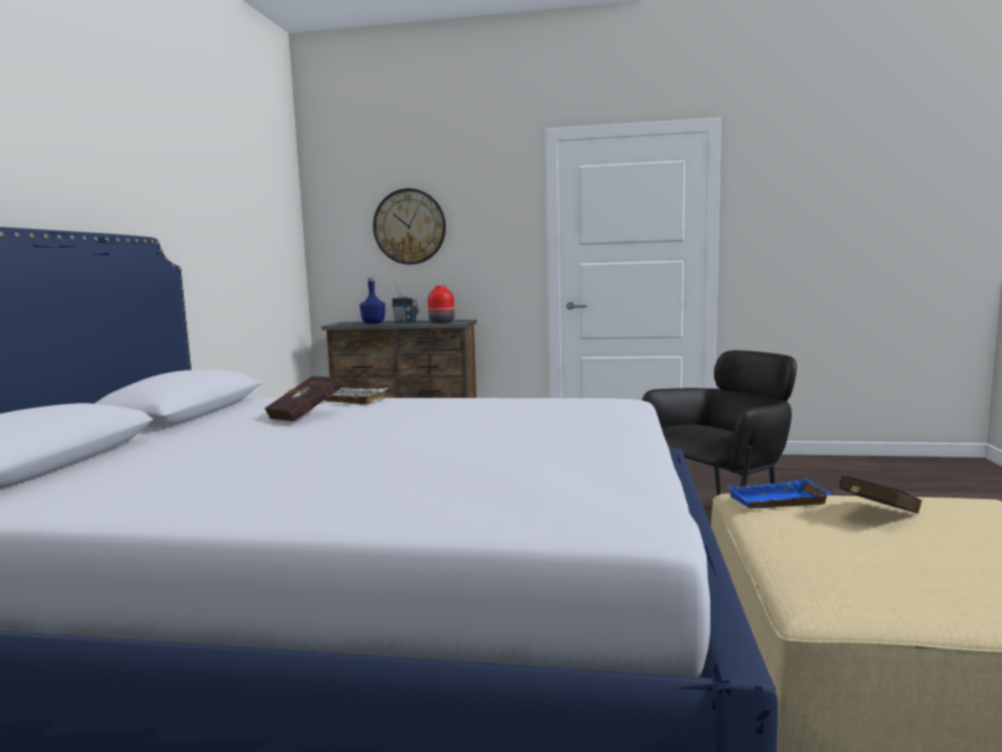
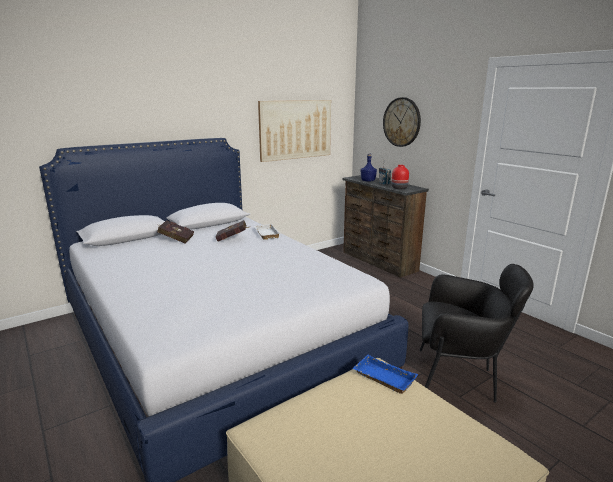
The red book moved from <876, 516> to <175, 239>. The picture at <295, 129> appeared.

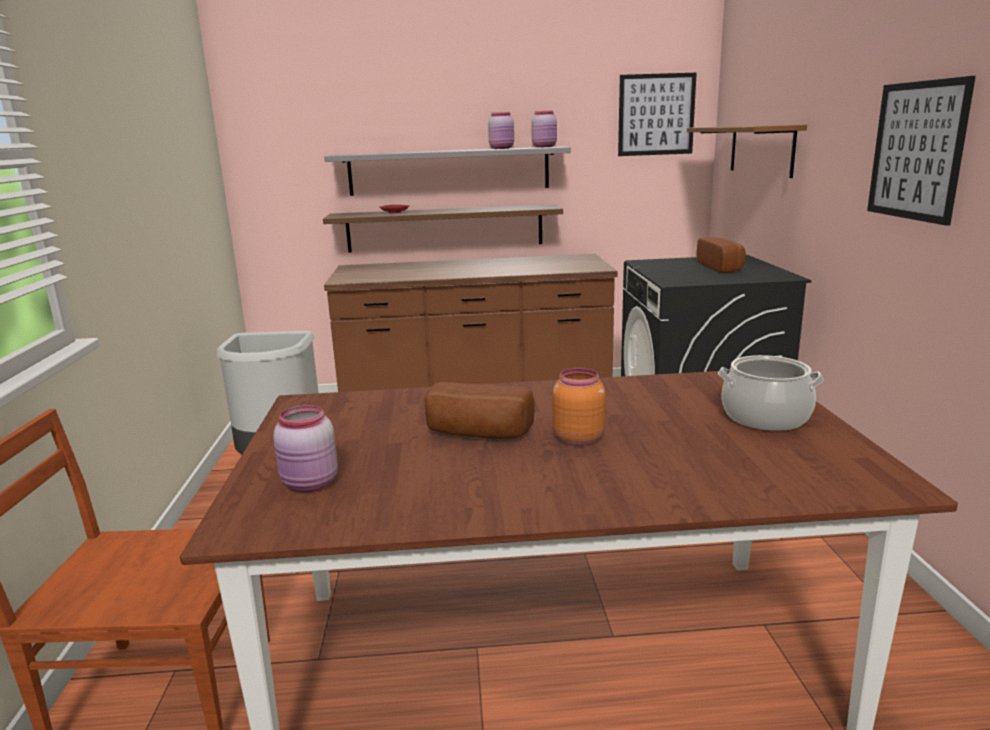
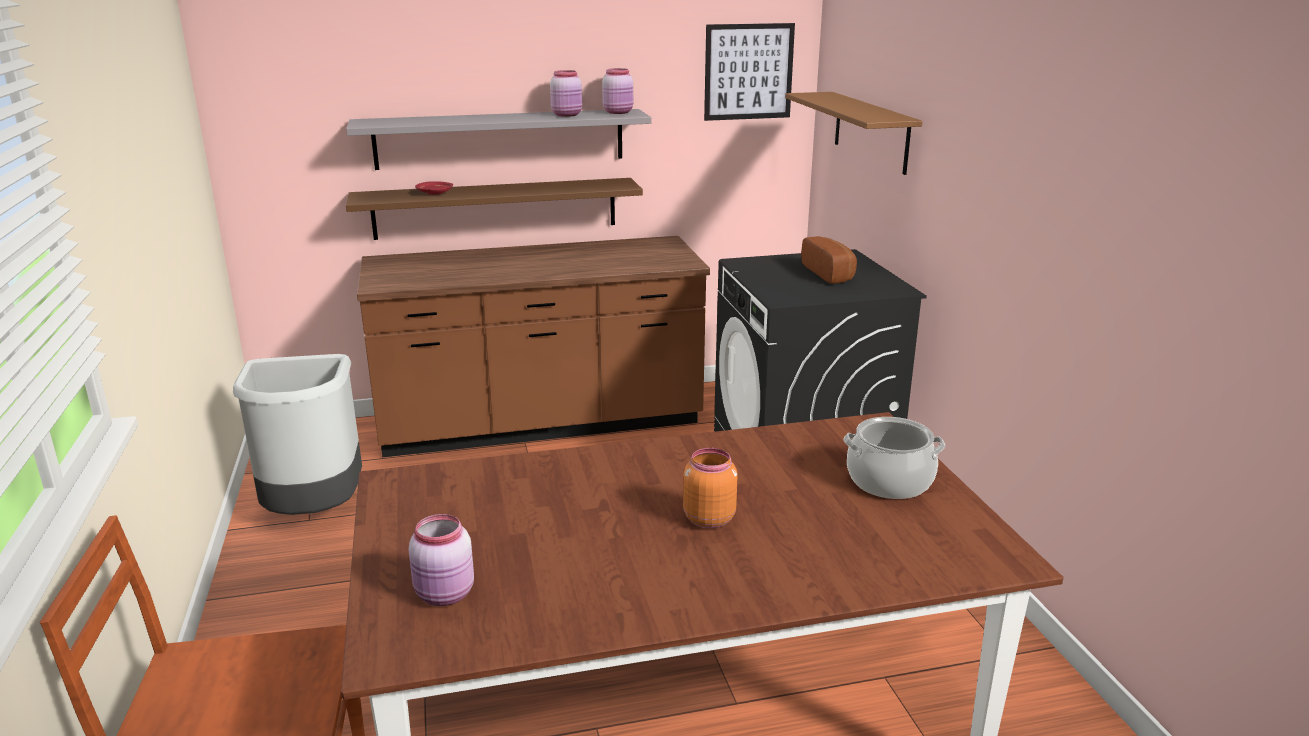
The picture at <916, 151> disappeared. The bread at <476, 434> disappeared.

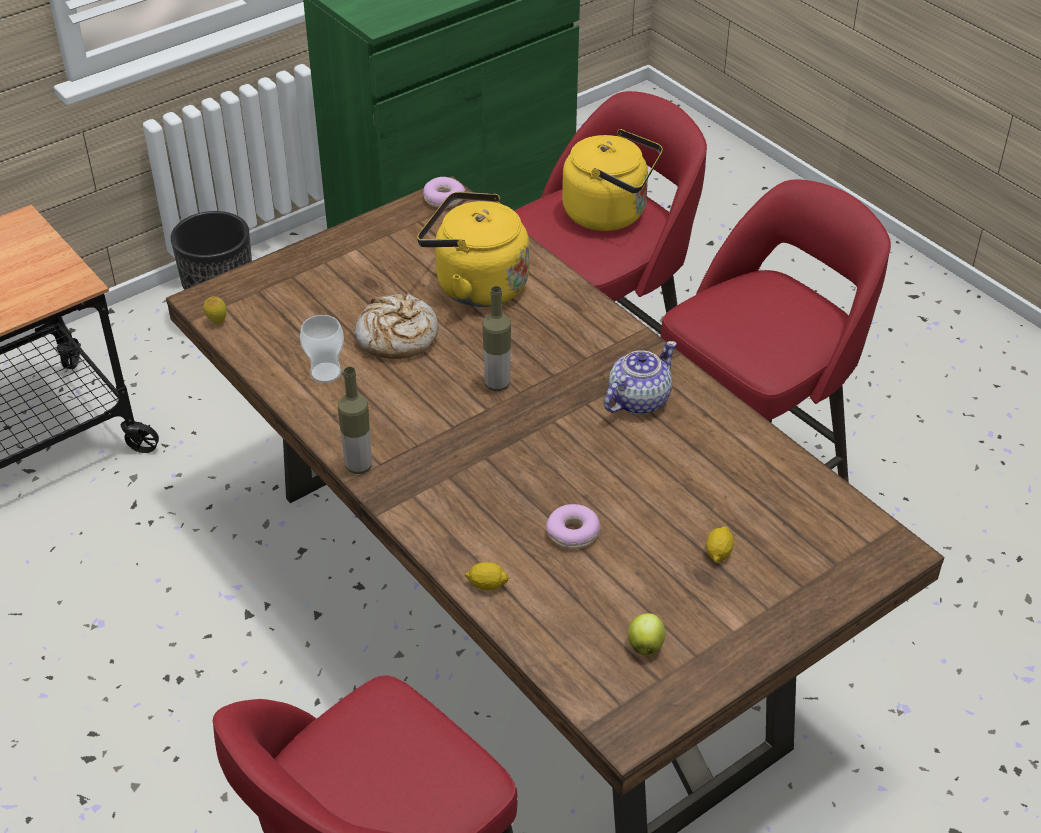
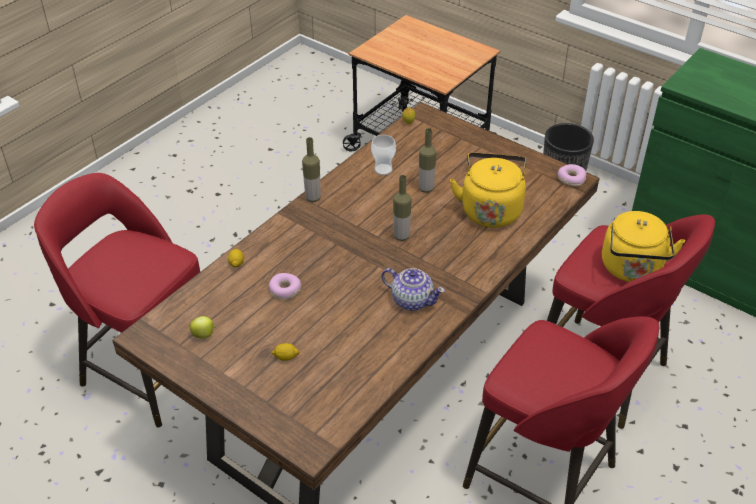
The bread at <397, 337> was replaced by the bottle at <426, 188>.

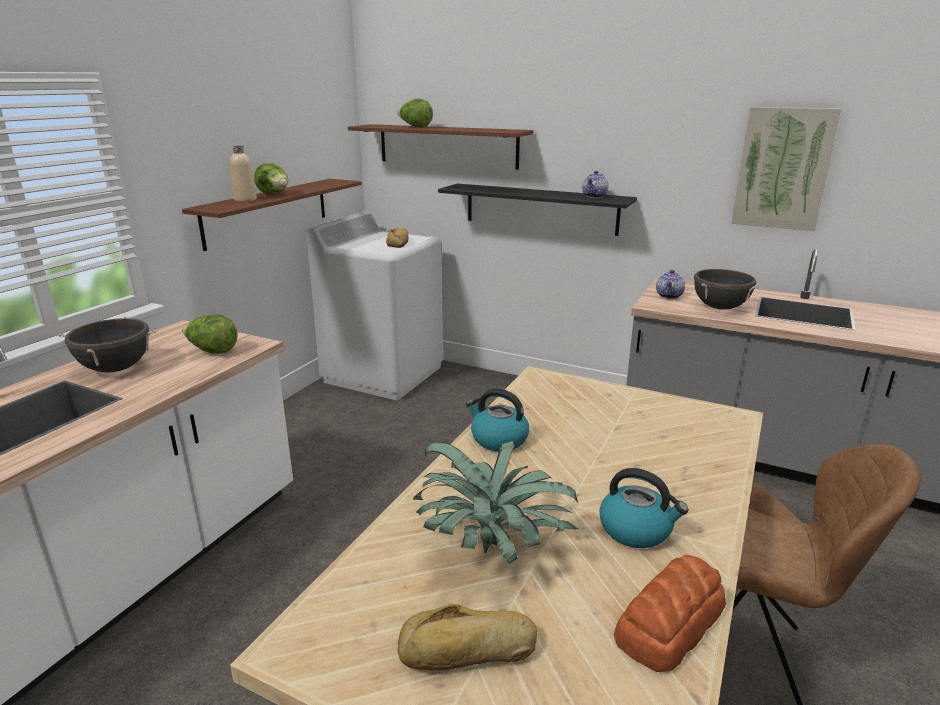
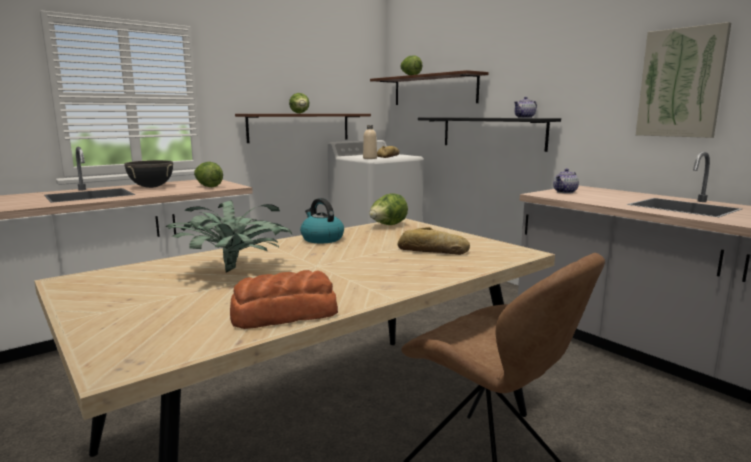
The beige bottle moved from <245, 200> to <370, 158>. The black cooking pot at <719, 308> disappeared. The kettle at <636, 529> disappeared. The bread moved from <468, 651> to <432, 250>. The lettuce at <387, 226> appeared.

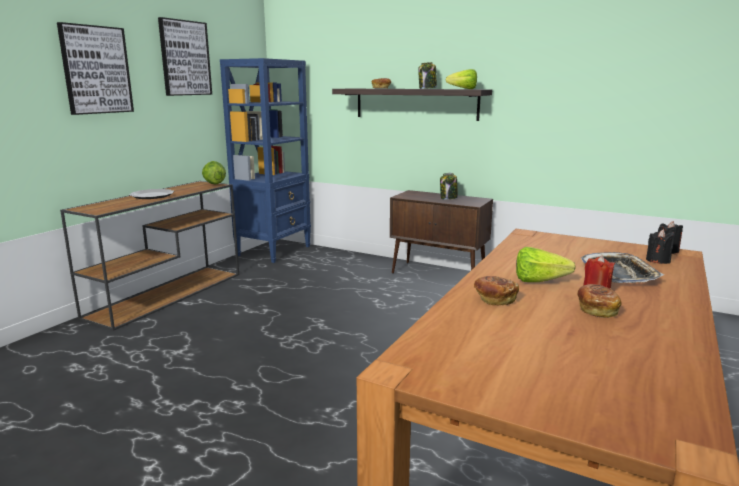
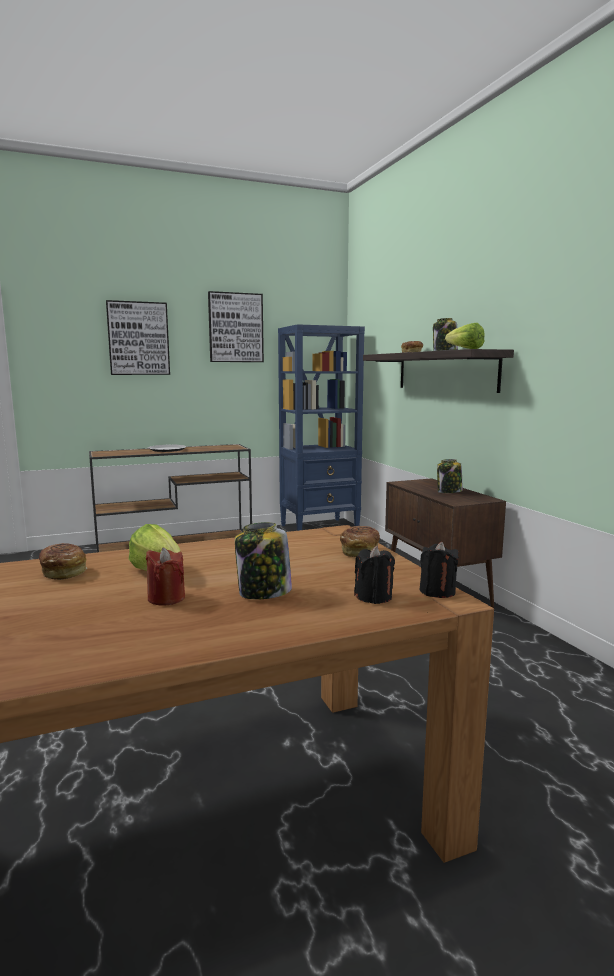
The lettuce at <214, 184> disappeared. The tray at <619, 274> was replaced by the jar at <264, 593>. The bread moved from <597, 310> to <360, 552>.

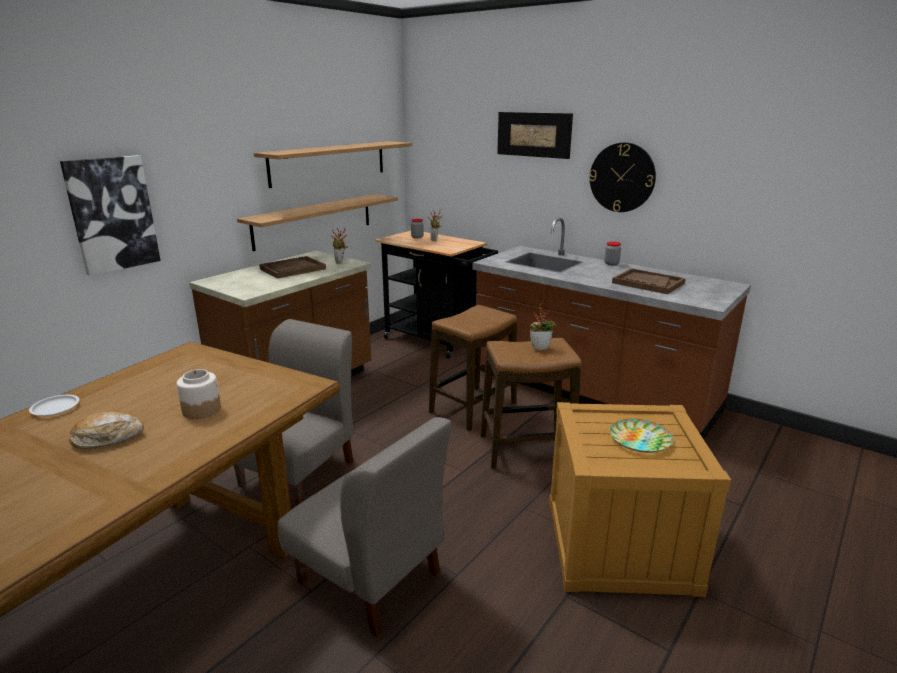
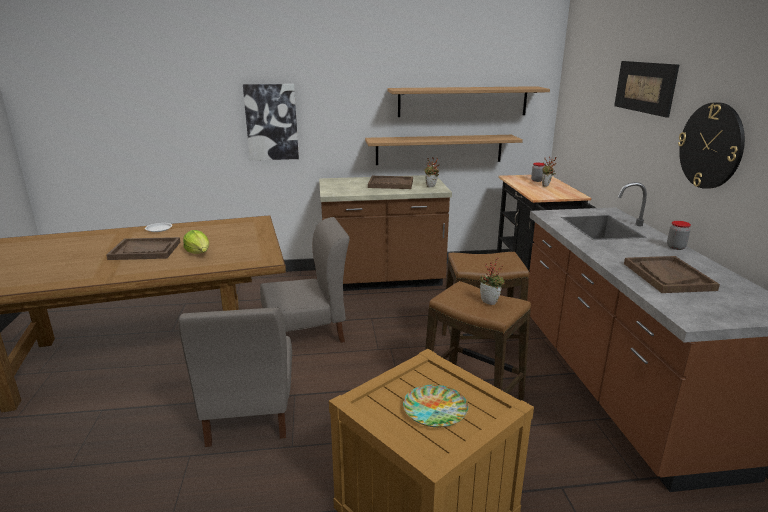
The jar at <201, 410> was replaced by the lettuce at <199, 253>. The bread at <108, 438> was replaced by the brown tray at <145, 250>.

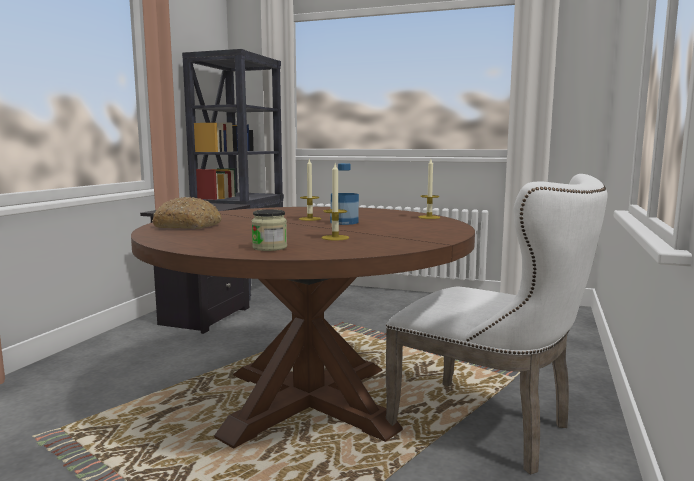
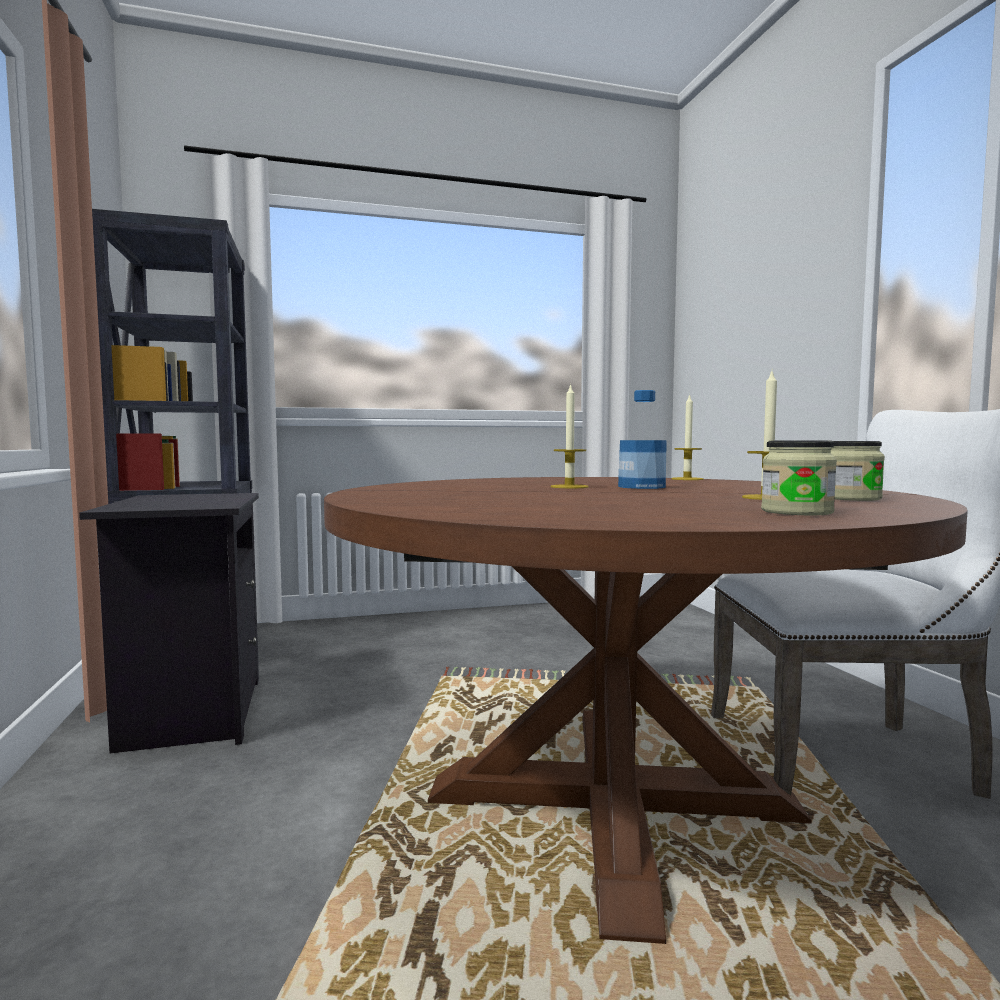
The bread at <189, 226> disappeared. The jar at <851, 498> appeared.

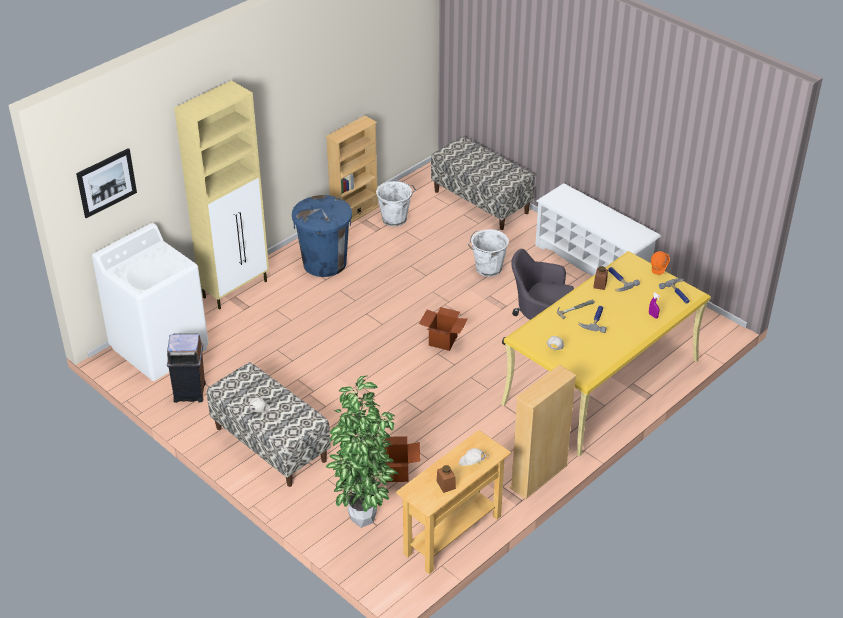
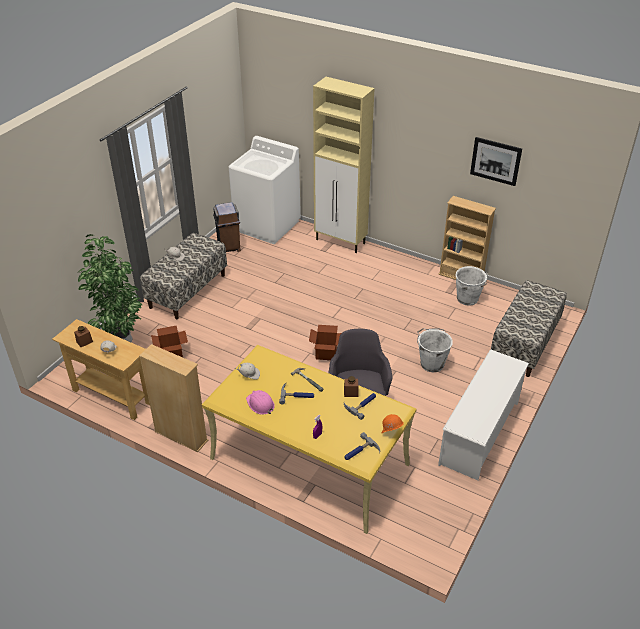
The picture moved from <106, 182> to <495, 161>. The blue trash can at <325, 263> disappeared. The pink hard hat at <260, 404> appeared.

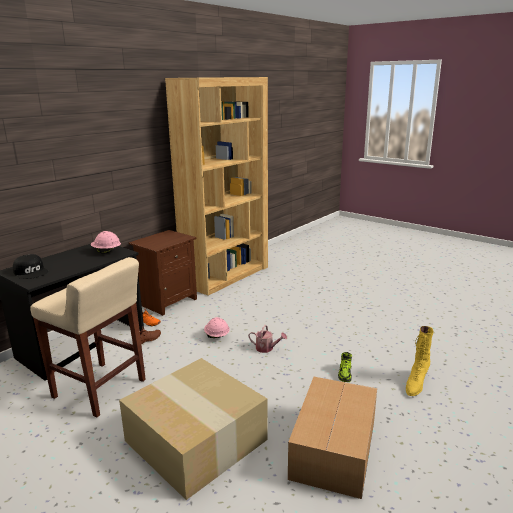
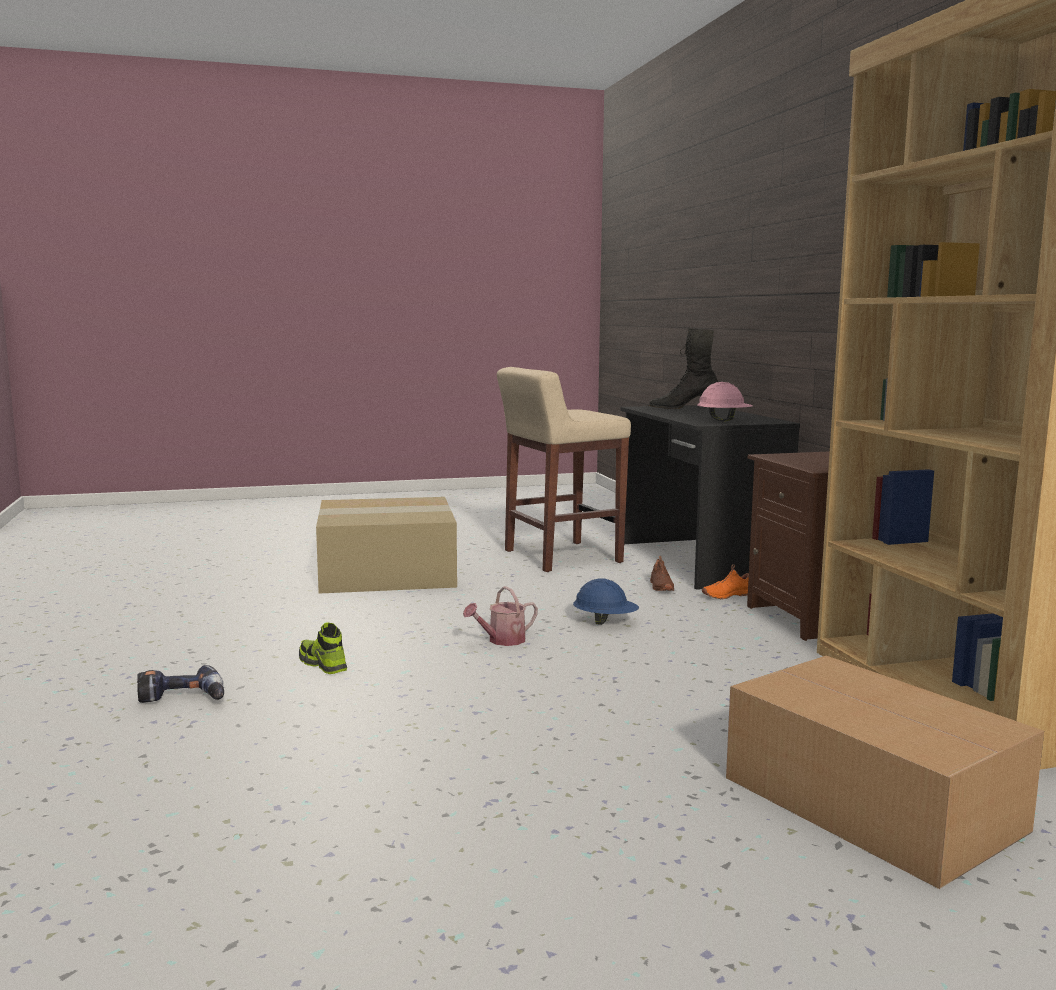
The black cap at <31, 272> was replaced by the black boot at <682, 408>. The pink hard hat at <217, 336> became the blue hard hat at <605, 622>. The yellow boot at <416, 384> was replaced by the power drill at <181, 700>. The cardboard box moved from <332, 450> to <868, 801>.

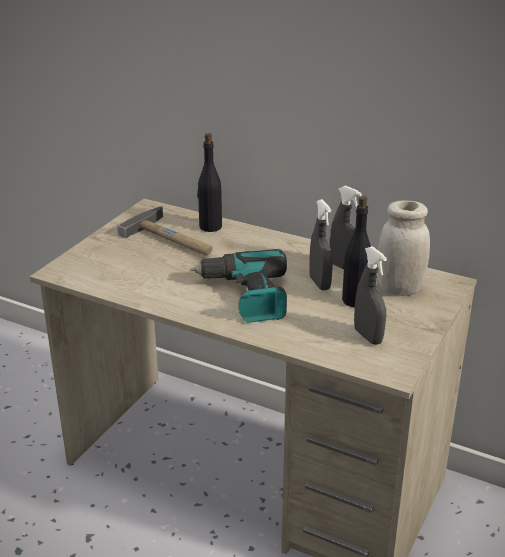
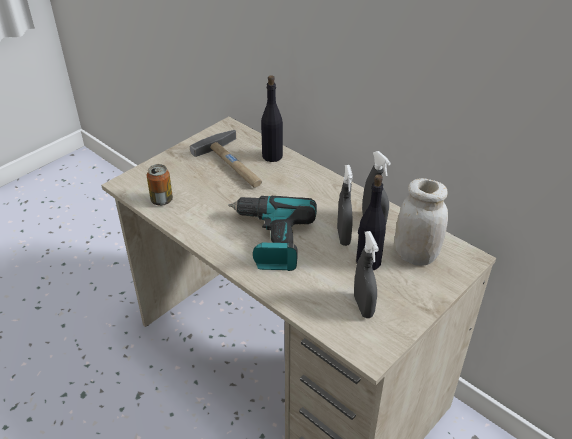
The can at <162, 200> appeared.

